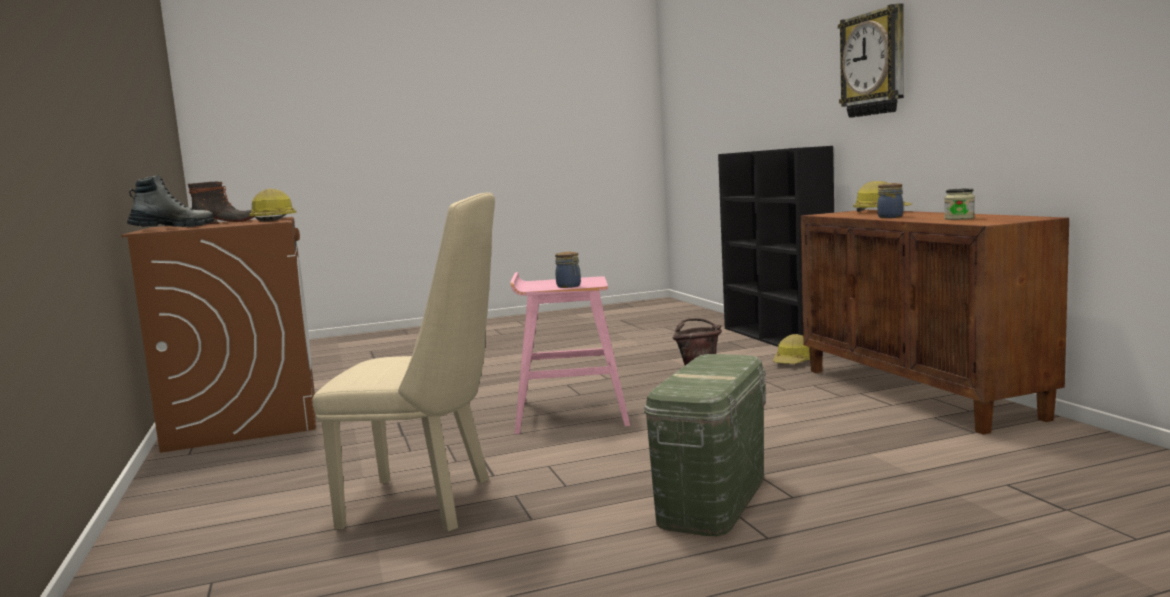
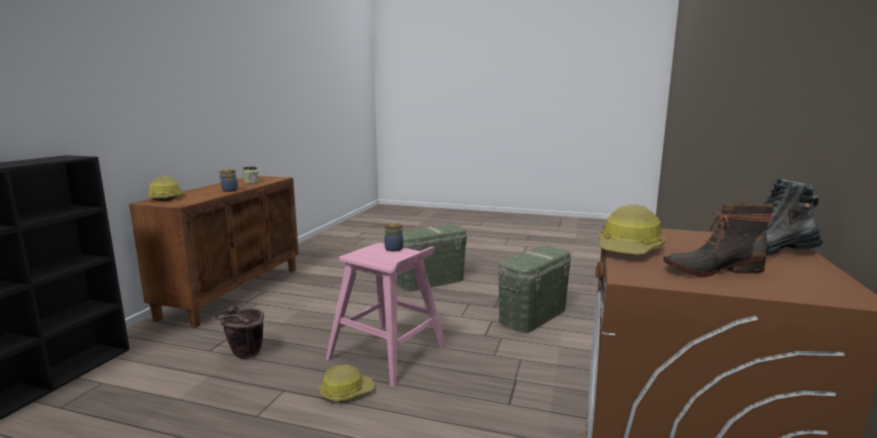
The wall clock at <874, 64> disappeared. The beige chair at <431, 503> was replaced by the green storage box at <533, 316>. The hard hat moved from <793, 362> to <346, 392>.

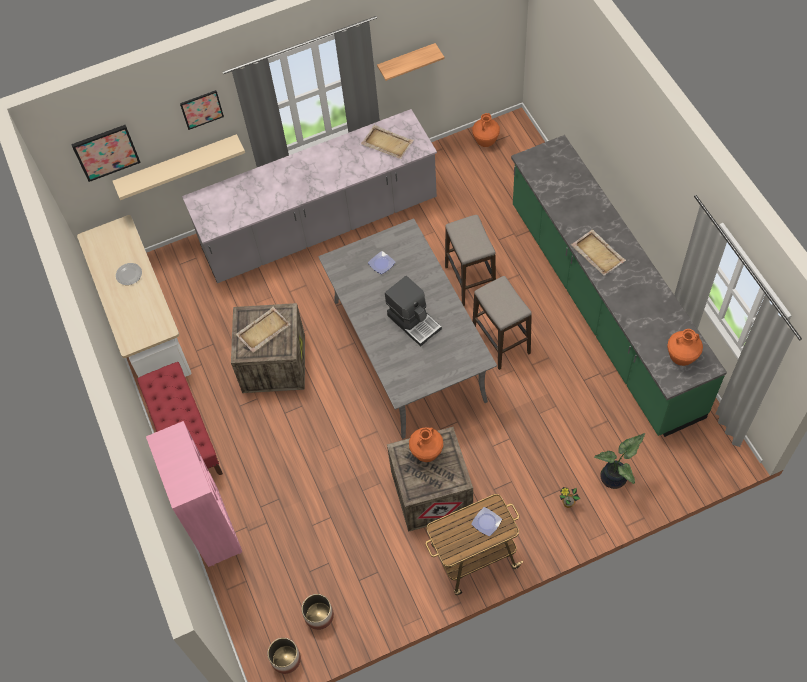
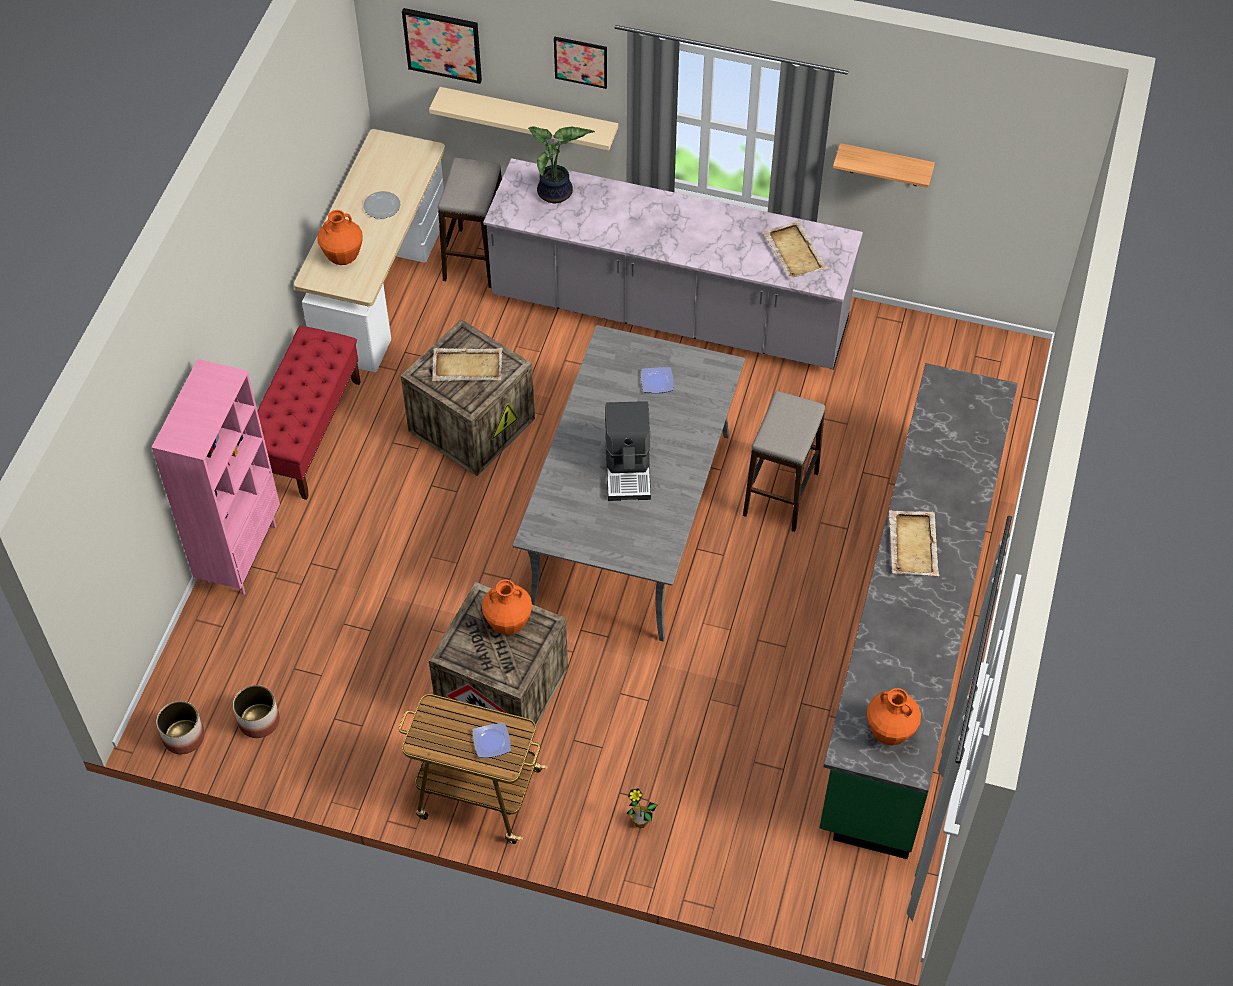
The orange vase moved from <485, 141> to <343, 257>. The stool moved from <501, 342> to <476, 258>. The potted plant moved from <615, 478> to <556, 194>.

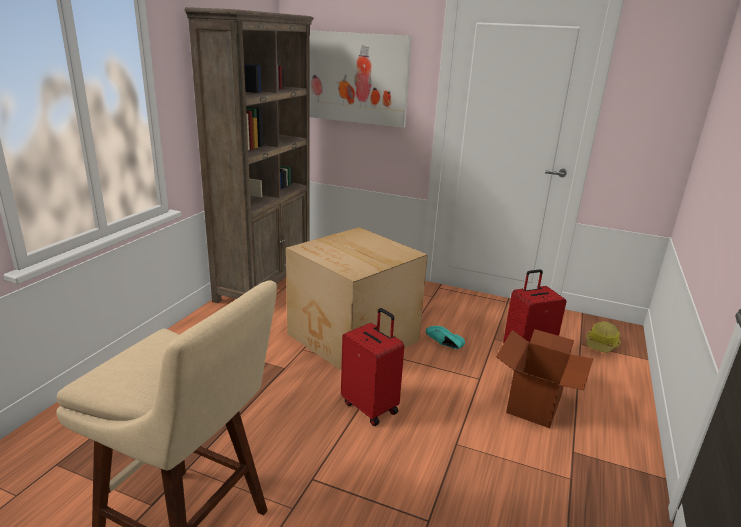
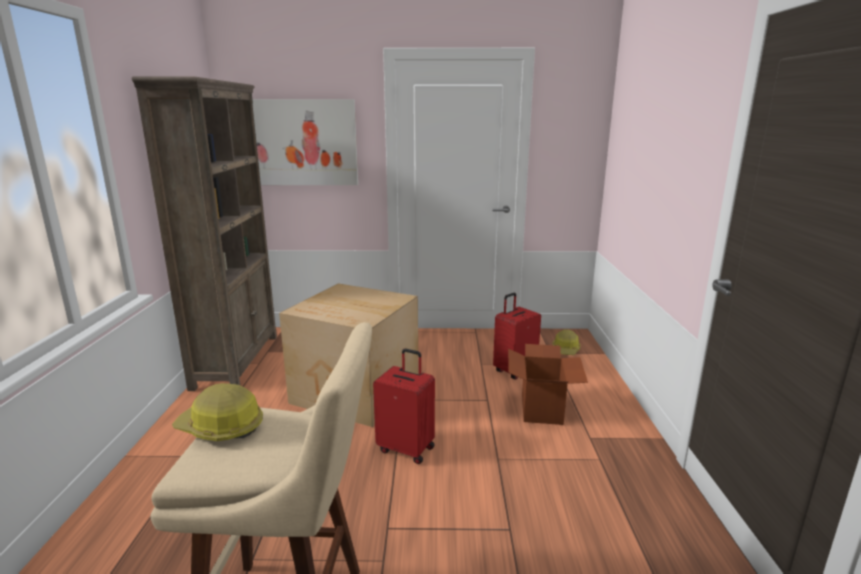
The turquoise shoe at <443, 345> disappeared. The hard hat at <221, 428> appeared.

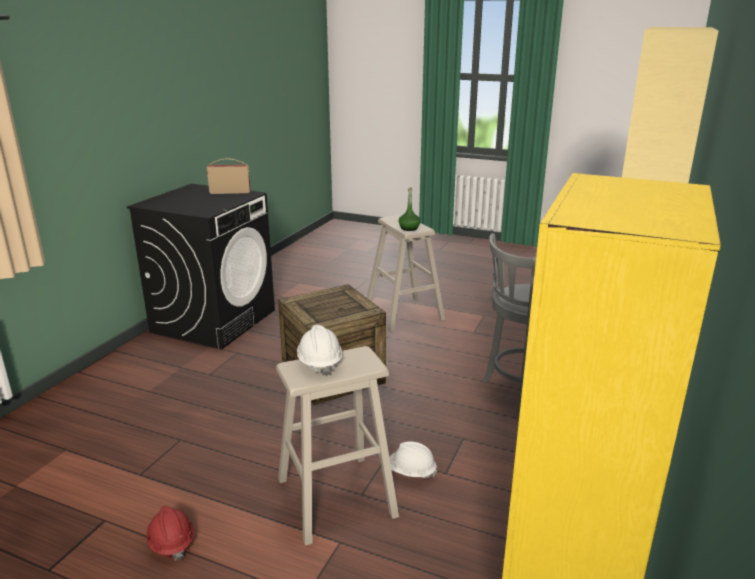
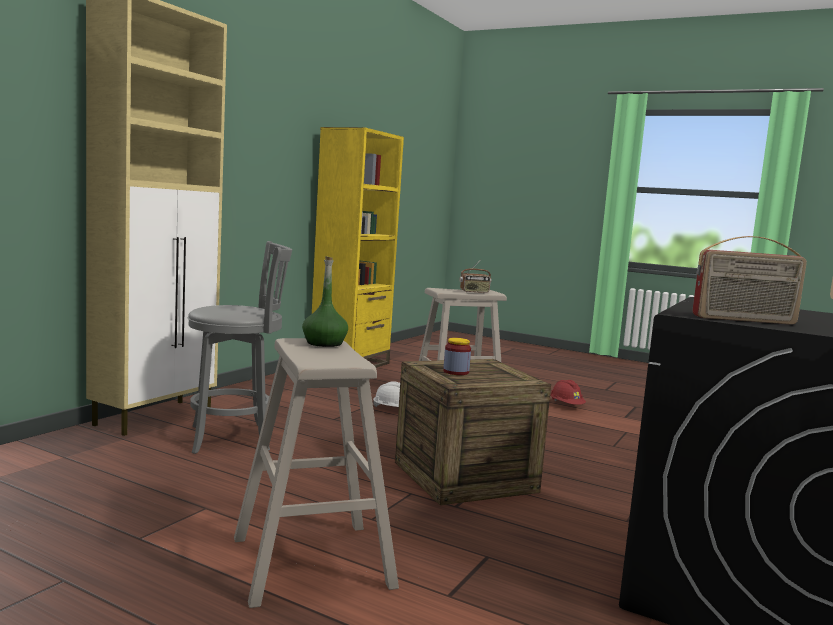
The white hard hat at <319, 363> was replaced by the radio at <474, 292>. The jar at <456, 372> appeared.

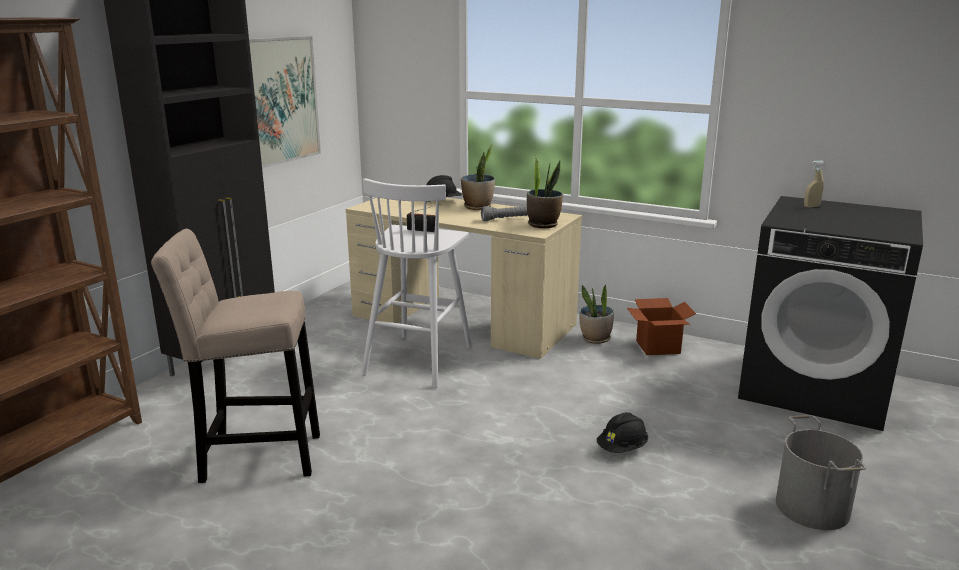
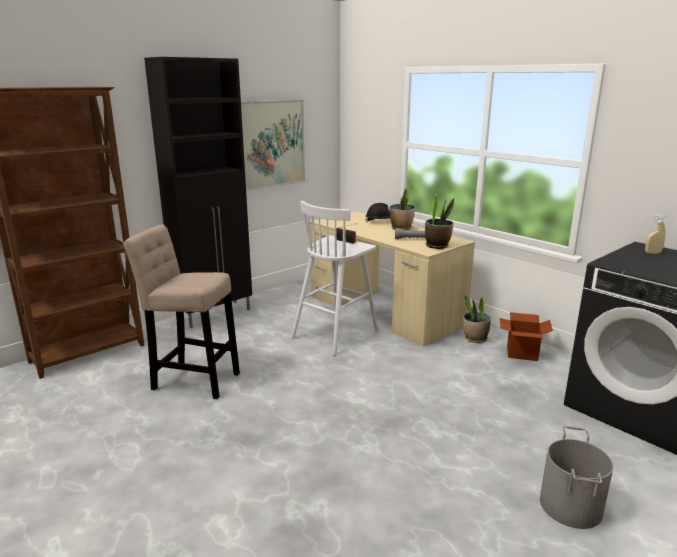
The black hard hat at <622, 448> disappeared.

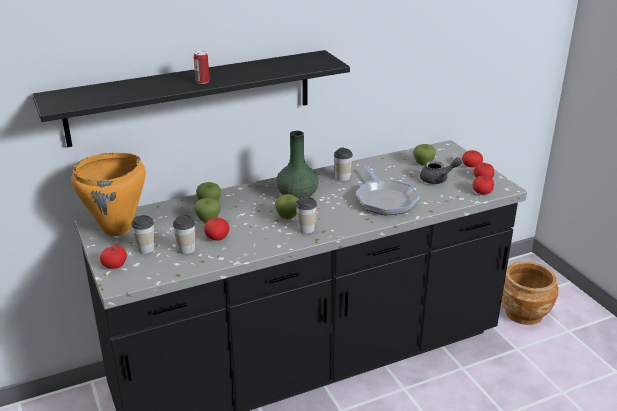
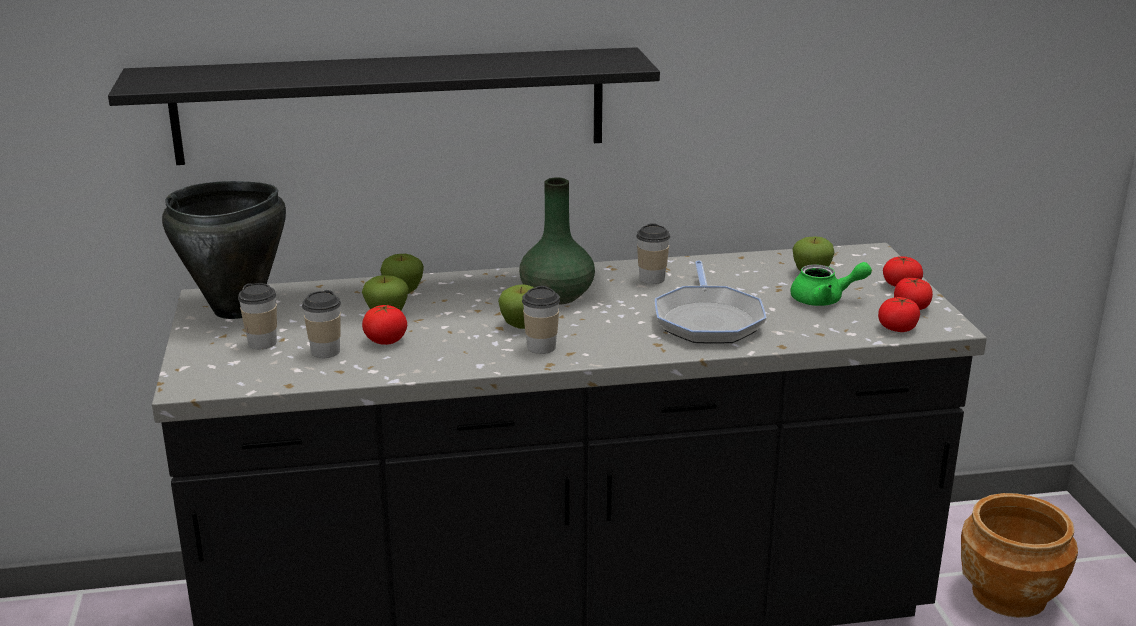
The can at <202, 81> disappeared. The orange cooking pot at <118, 229> became the black cooking pot at <237, 310>. The grey teapot at <438, 179> became the green teapot at <824, 300>. The tomato at <114, 264> disappeared.

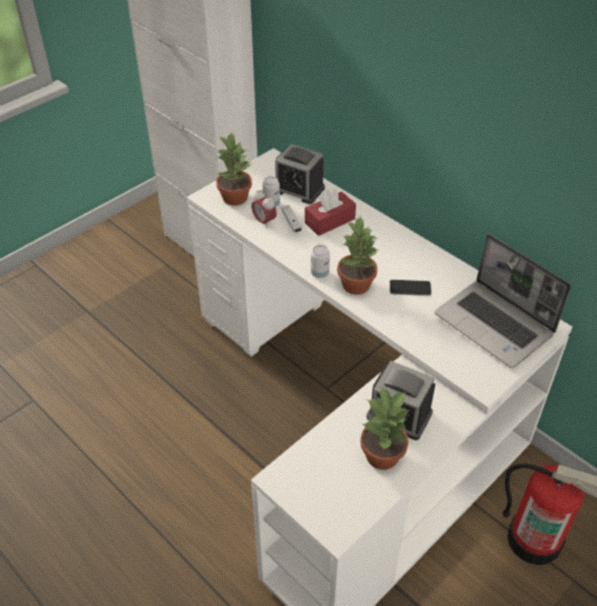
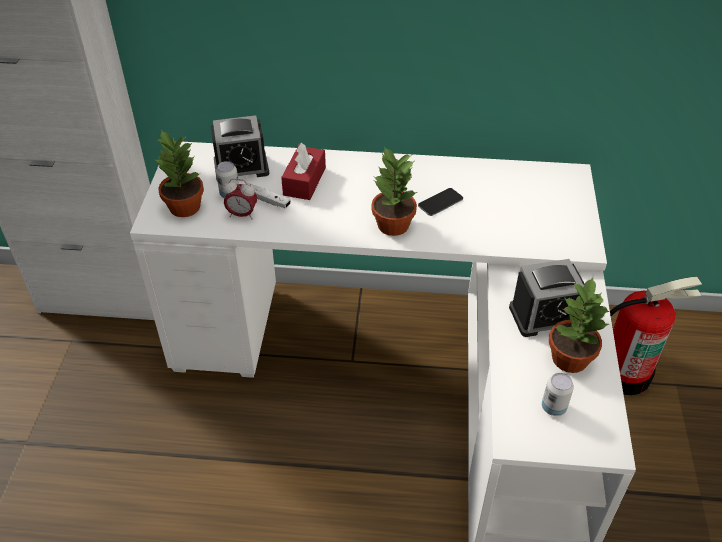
The laptop at <495, 325> disappeared. The can moved from <319, 273> to <553, 407>.

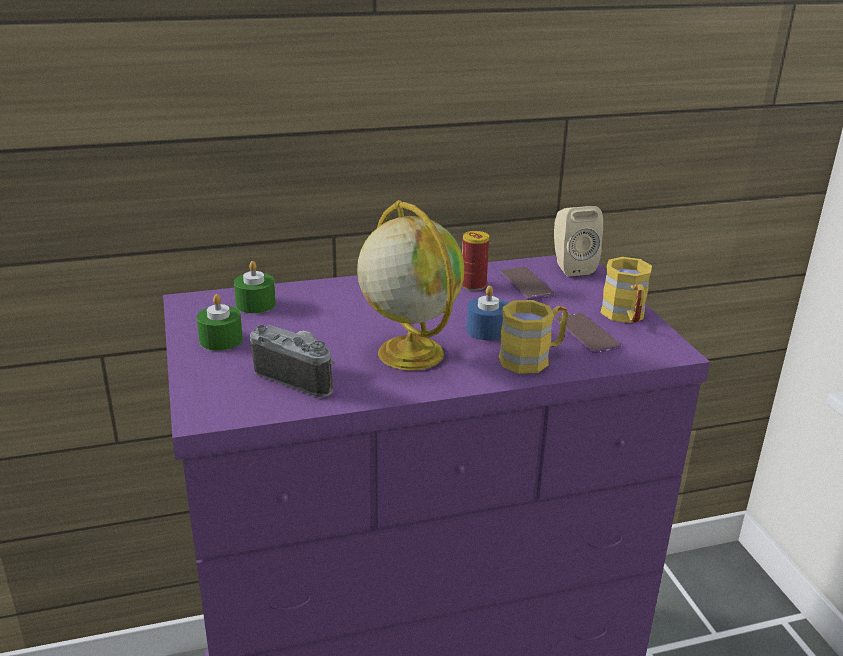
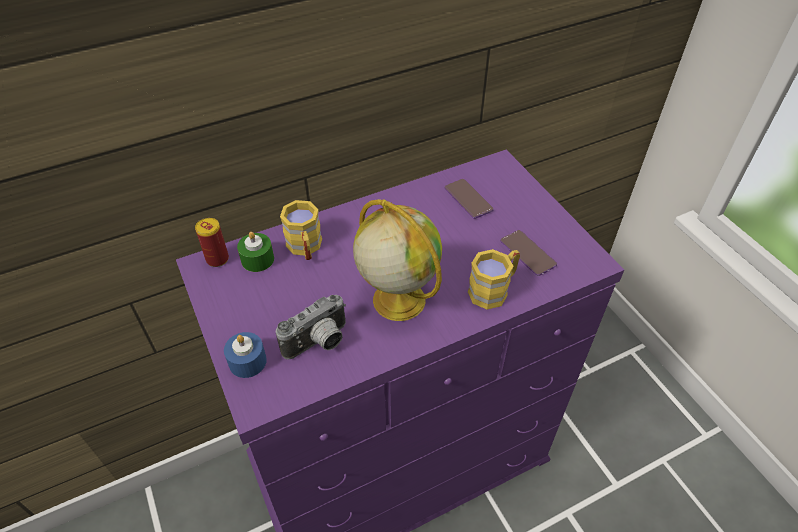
The beige speaker at <570, 267> disappeared. The can moved from <473, 285> to <217, 259>. The yellow mug moved from <625, 317> to <305, 248>. The blue candle moved from <486, 330> to <247, 361>. The green candle at <221, 340> disappeared. The photo camera at <299, 376> turned 120 degrees clockwise.

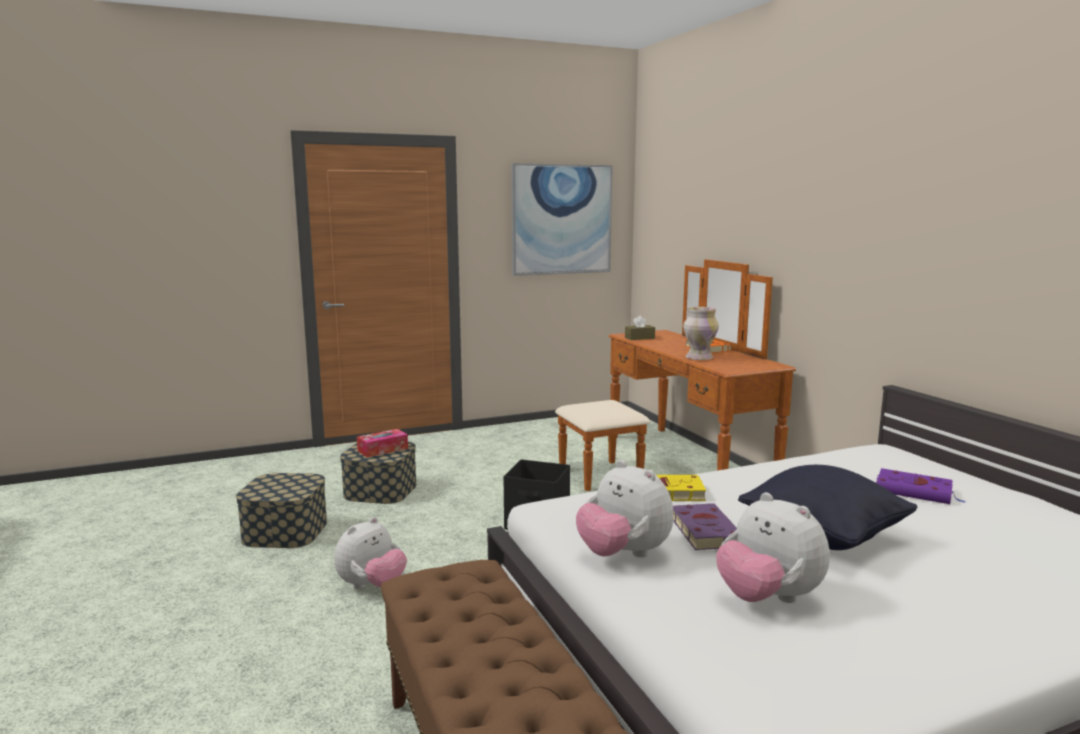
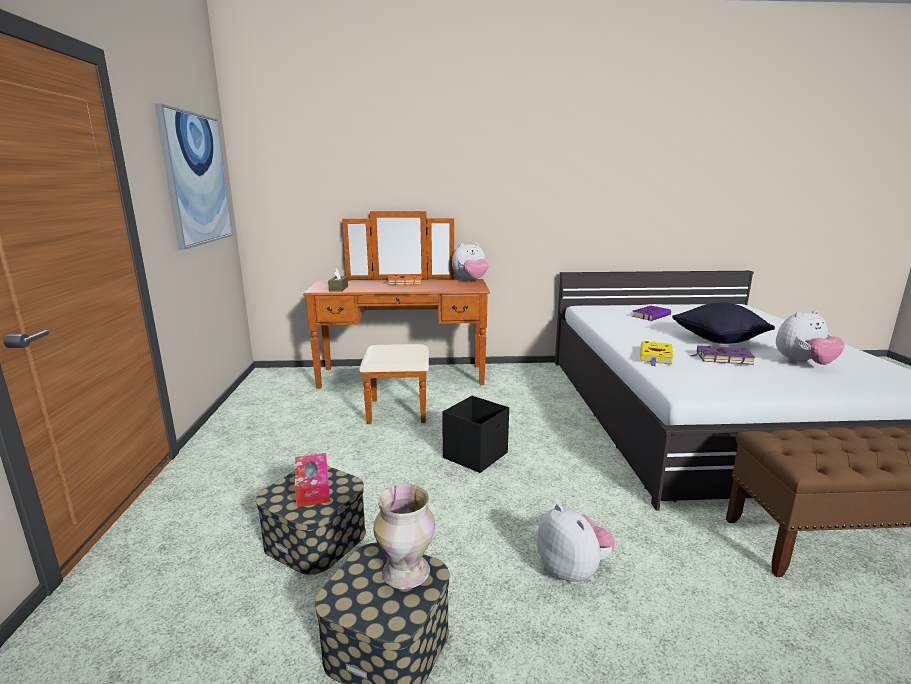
The vase moved from <698, 358> to <405, 573>. The plush toy moved from <623, 554> to <470, 280>.

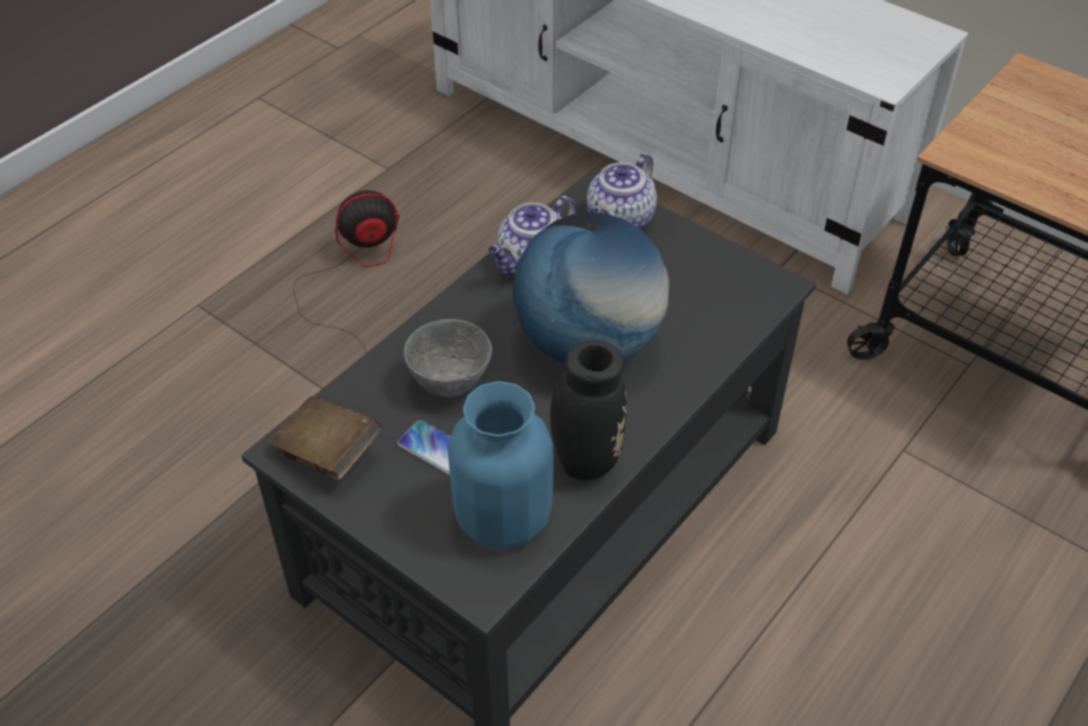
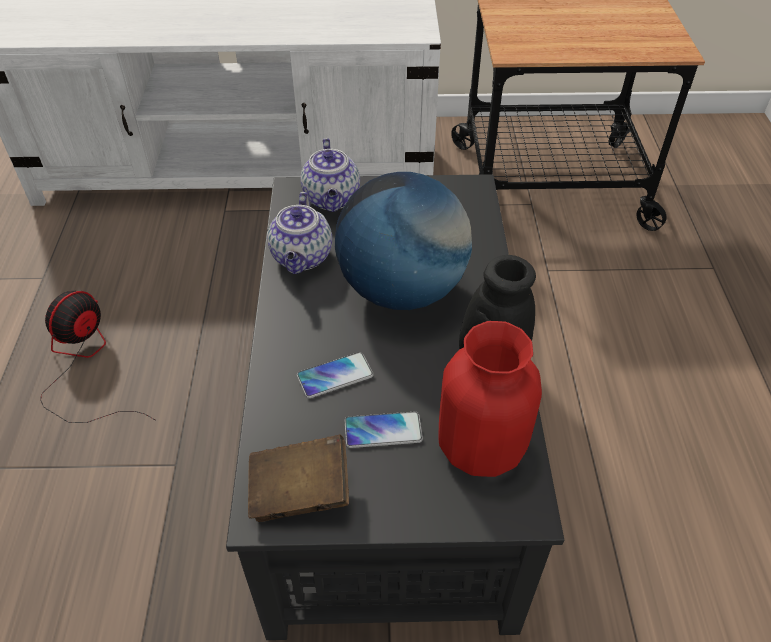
The grey bowl at <449, 382> was replaced by the phone at <335, 376>. The blue vase at <503, 517> became the red vase at <481, 446>.

